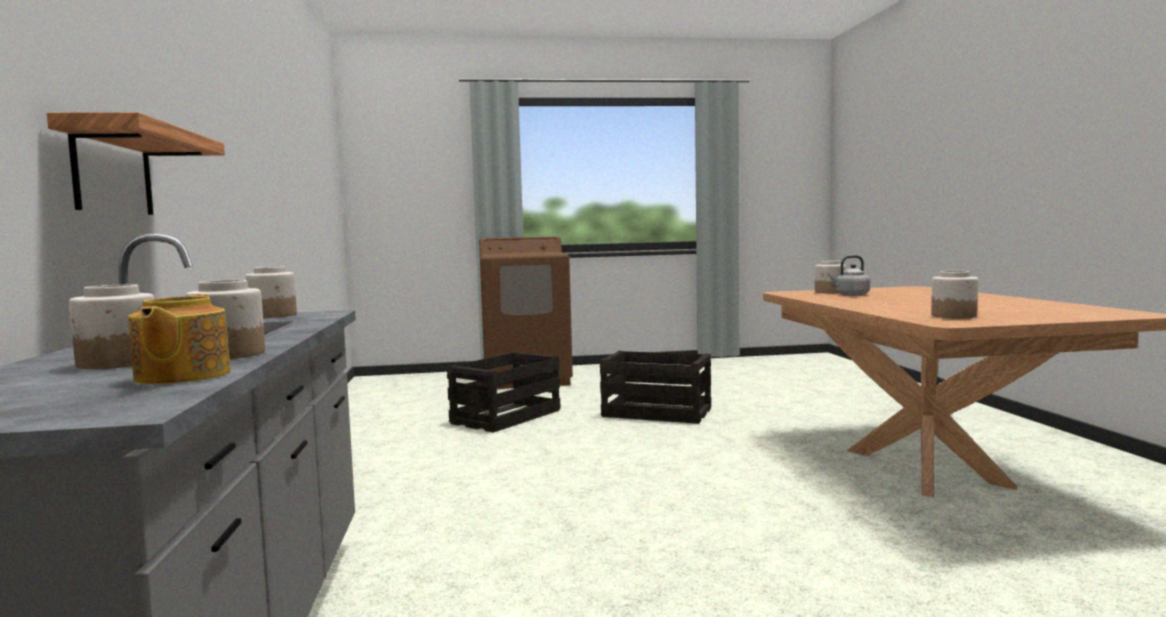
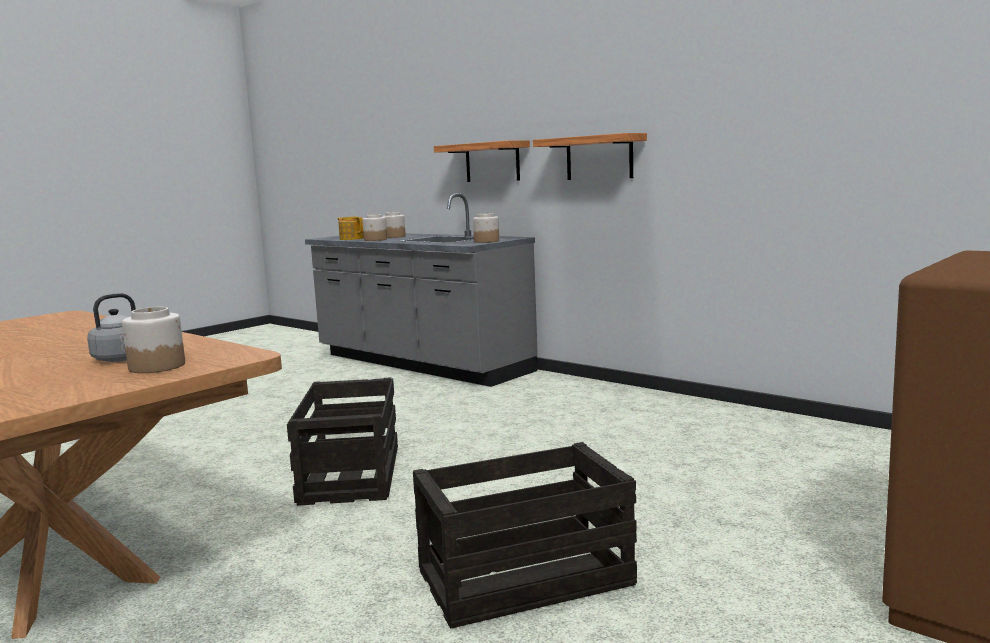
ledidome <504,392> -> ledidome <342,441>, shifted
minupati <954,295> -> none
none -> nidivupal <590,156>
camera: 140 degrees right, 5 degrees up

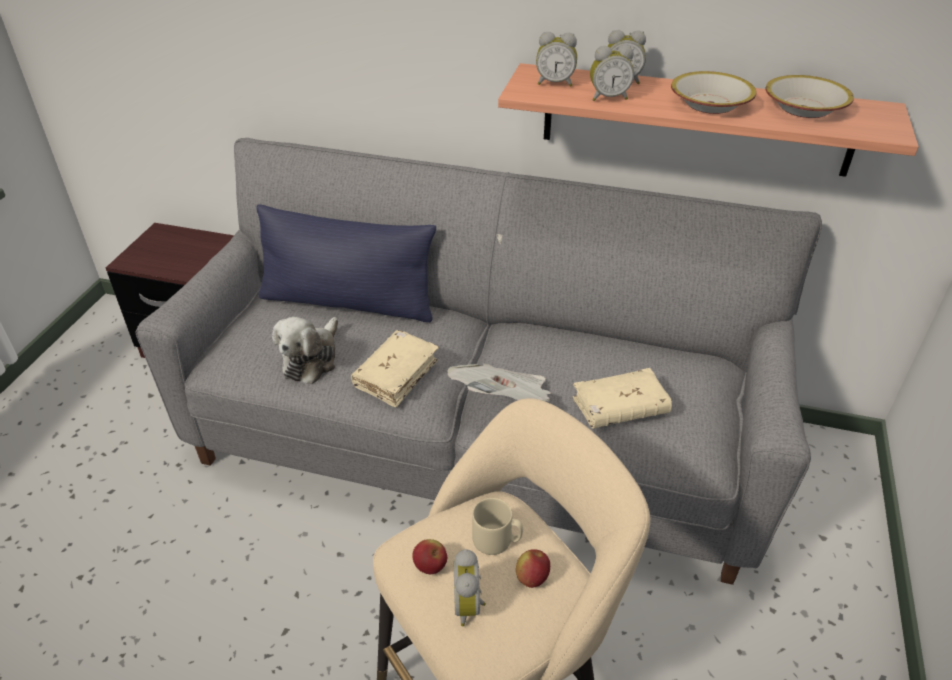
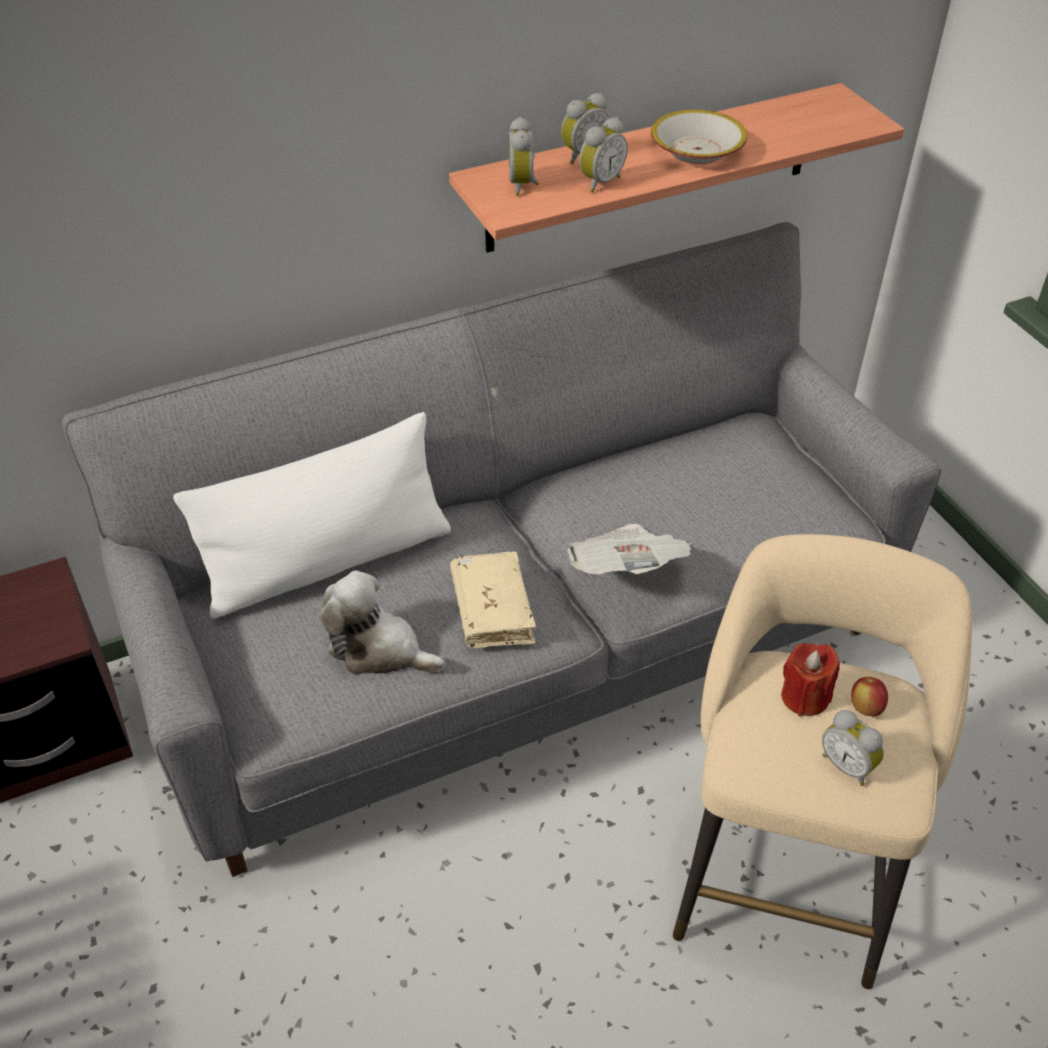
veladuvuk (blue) <346,263> -> veladuvuk (white) <312,515>
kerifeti <305,350> -> kerifeti <382,622>, 135 degrees clockwise
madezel <430,556> -> none
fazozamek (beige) <497,526> -> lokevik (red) <810,680>
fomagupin <556,59> -> fomagupin <524,156>, 120 degrees clockwise
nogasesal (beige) <622,398> -> none
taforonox <809,96> -> none
camera: 40 degrees left, 5 degrees up

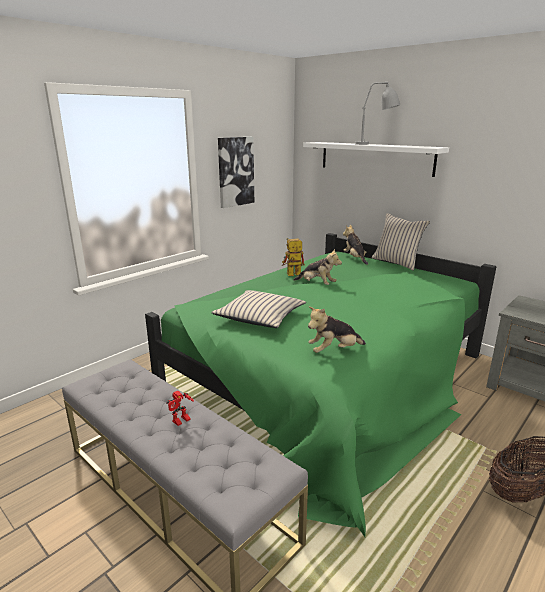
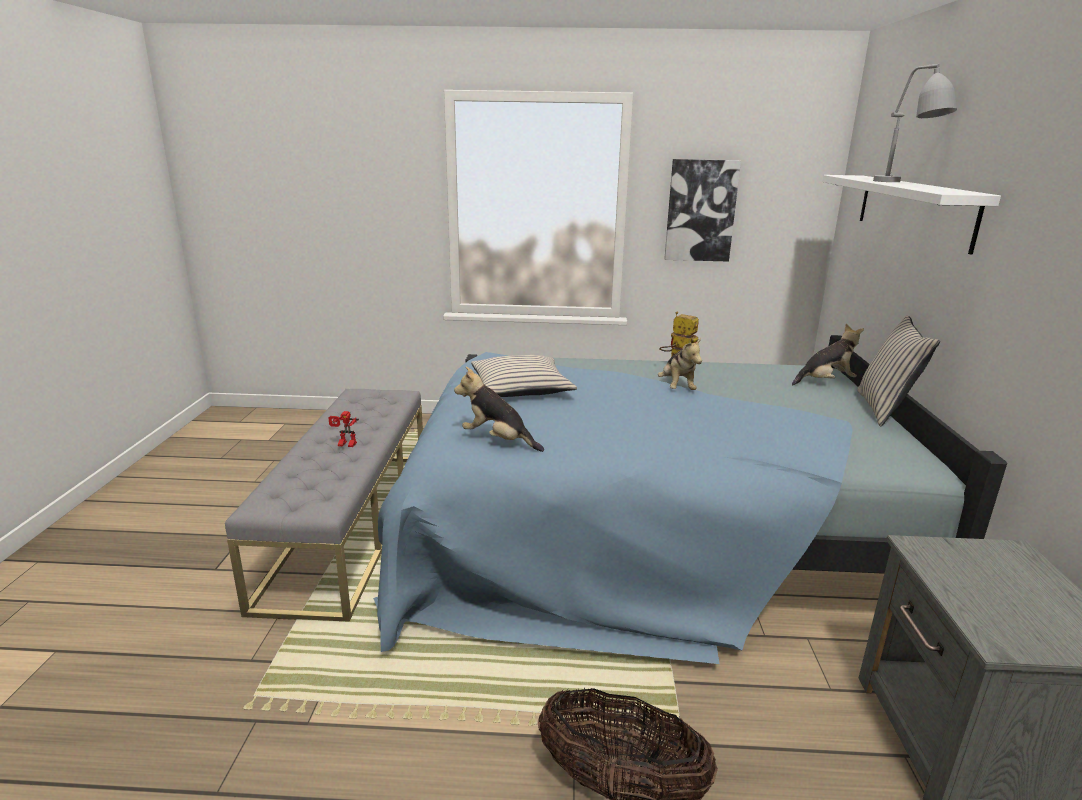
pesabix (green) <320,385> -> pesabix (blue) <690,499>
kerifeti <355,245> -> kerifeti <828,354>, 45 degrees clockwise
camera: 50 degrees right, 0 degrees up

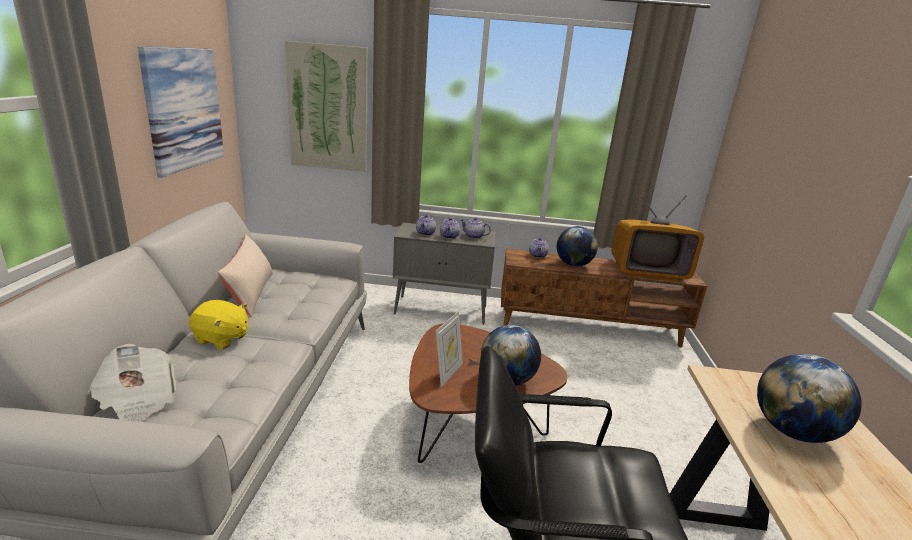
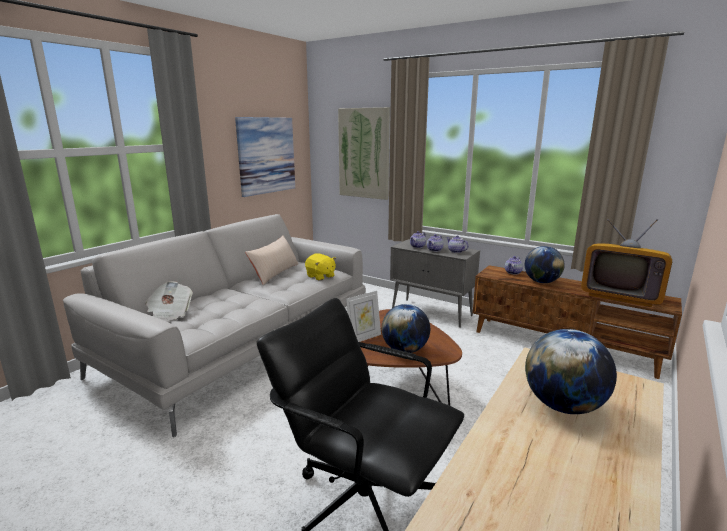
kerifeti (yellow) <218,324> -> kerifeti (yellow) <320,267>, shifted
camera: 30 degrees right, 5 degrees down

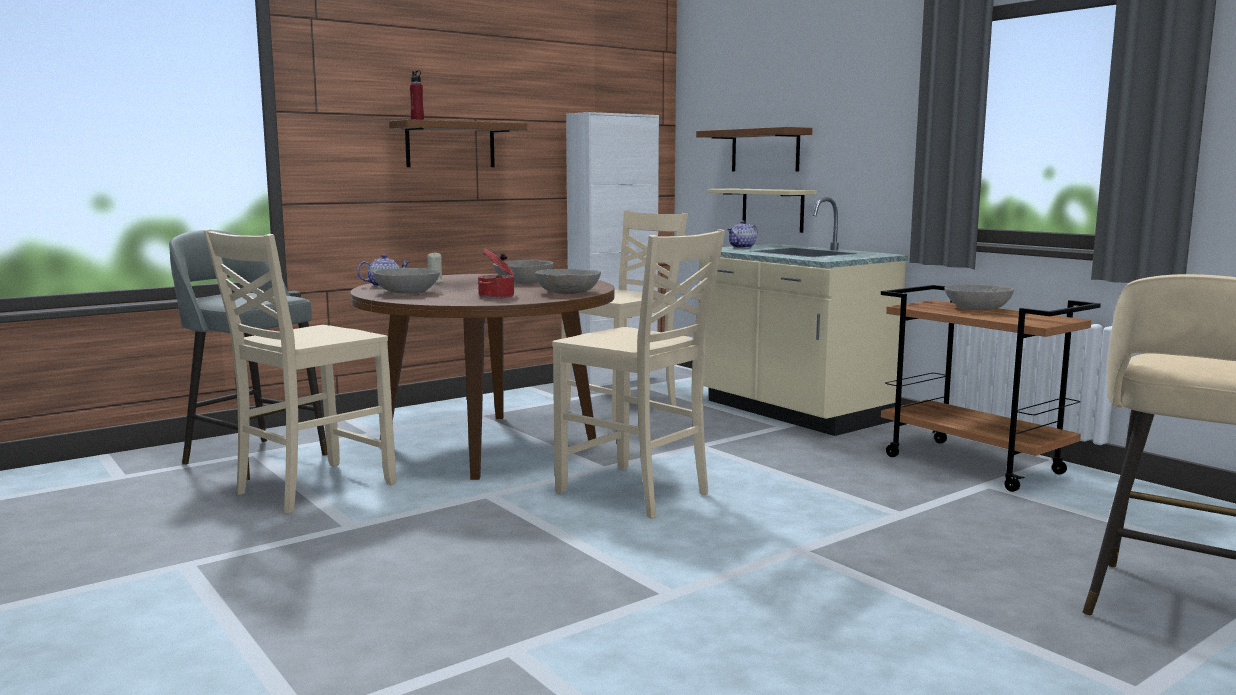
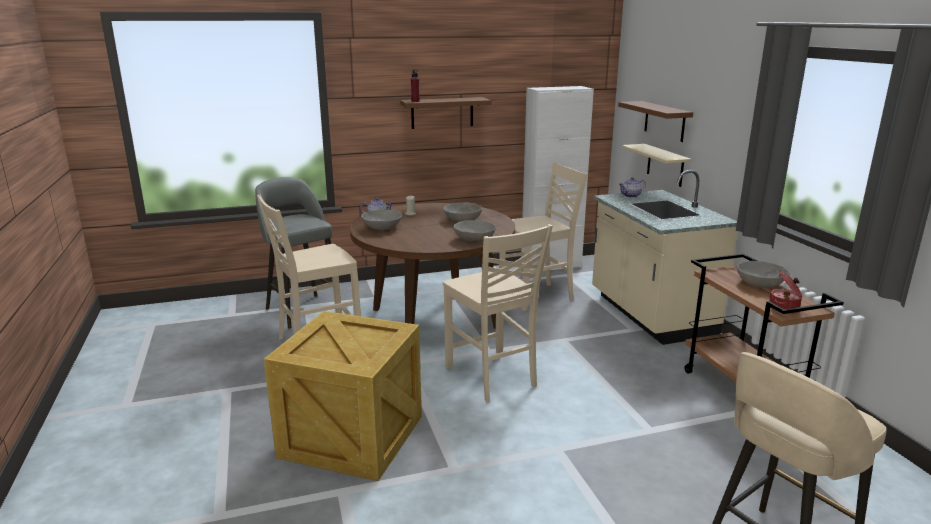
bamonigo <496,273> -> bamonigo <785,293>, shifted
none -> ledidome <343,396>
camera: 20 degrees right, 10 degrees up

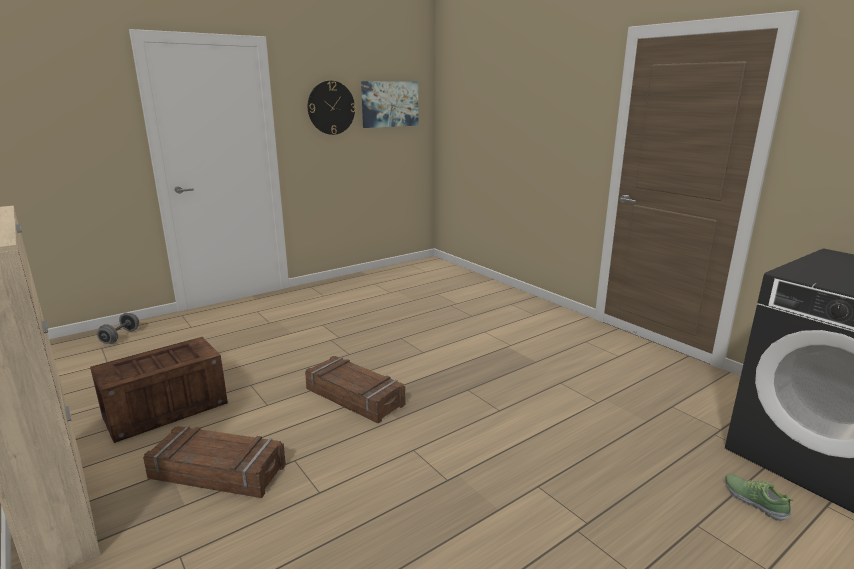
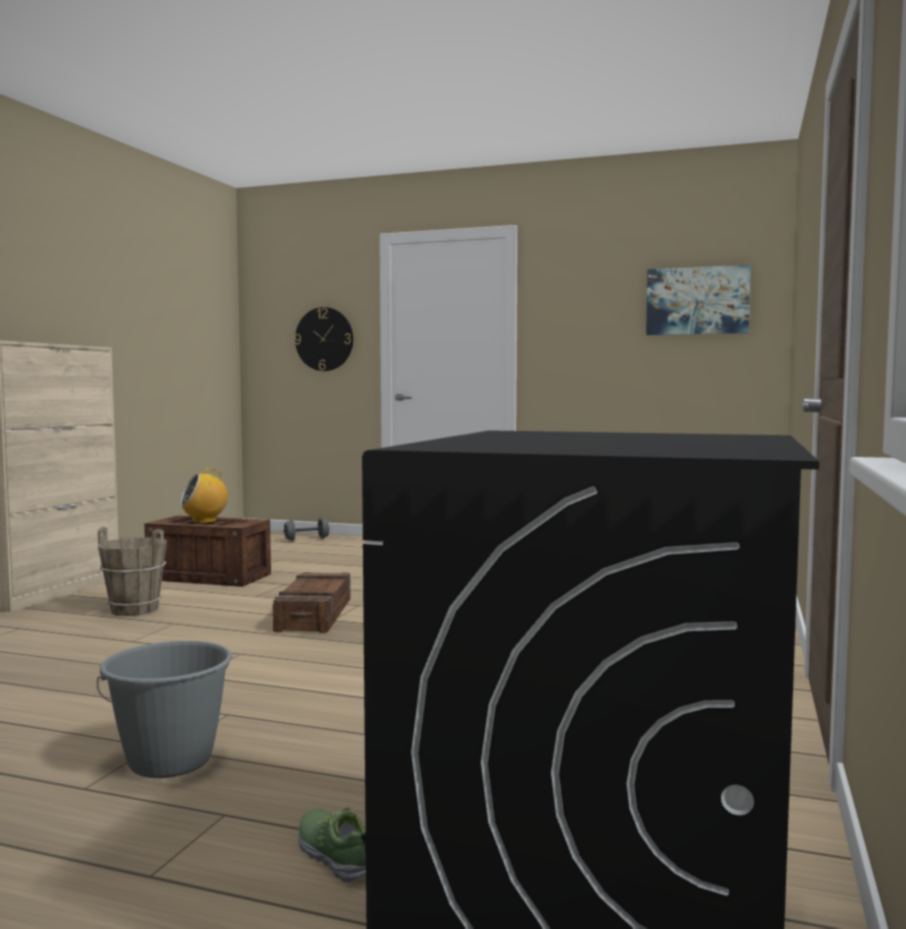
ledidome <214,462> -> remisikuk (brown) <132,571>
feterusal <332,108> -> feterusal <323,339>, shifted
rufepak <759,497> -> rufepak <332,845>, 60 degrees counterclockwise
none -> remisikuk (grey) <164,709>
none -> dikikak <204,495>
camera: 55 degrees right, 15 degrees down

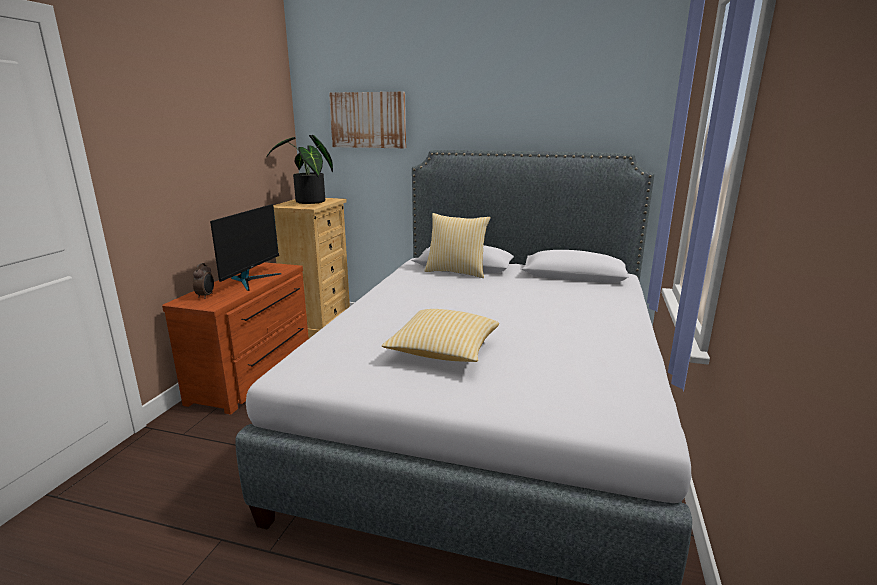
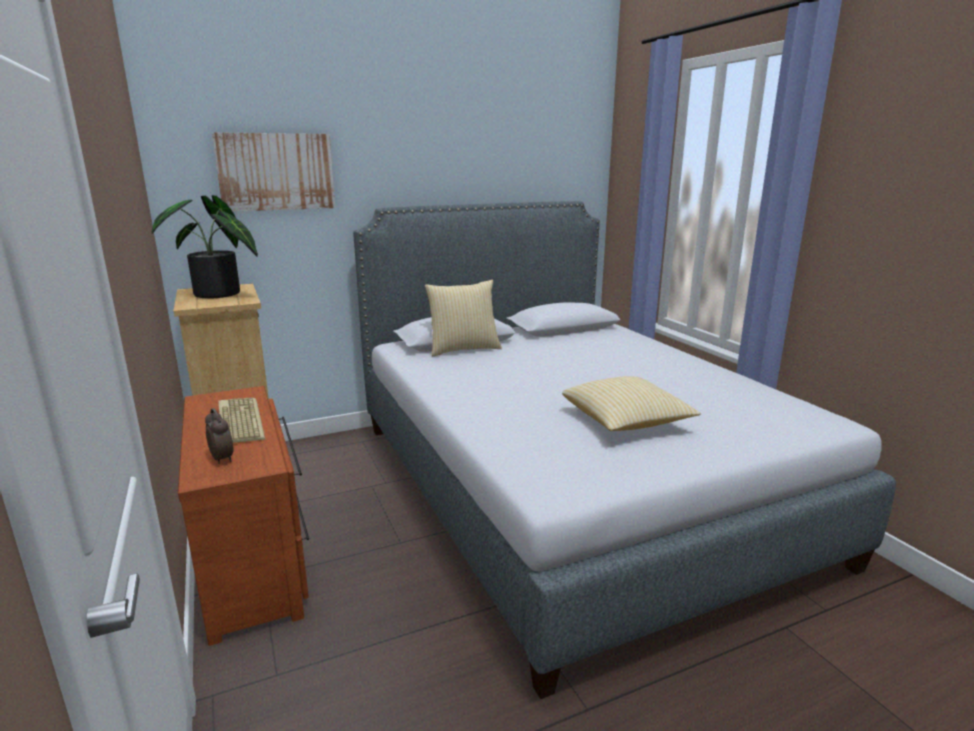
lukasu <245,247> -> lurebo <242,420>
camera: 40 degrees left, 0 degrees up

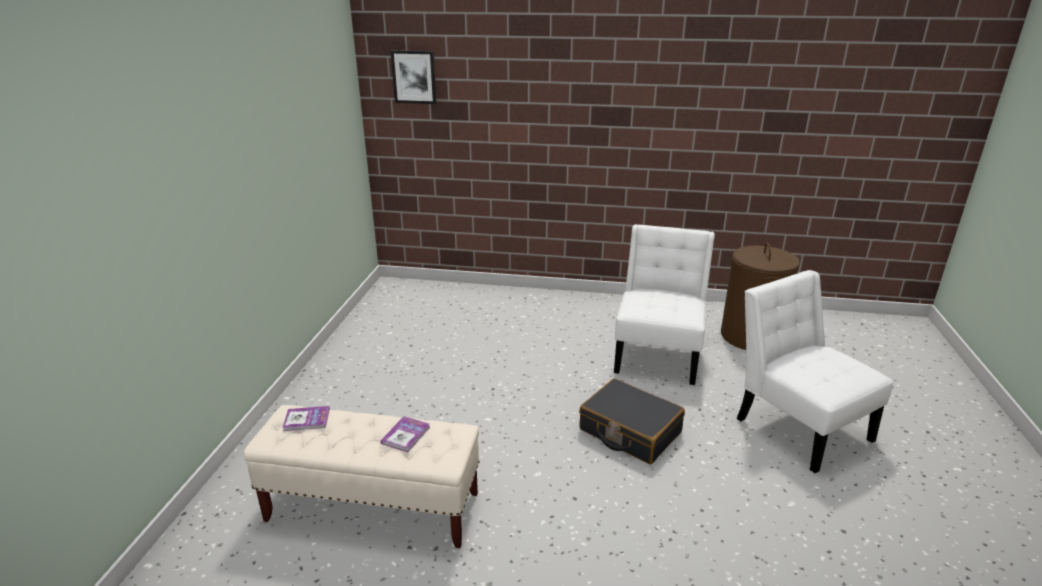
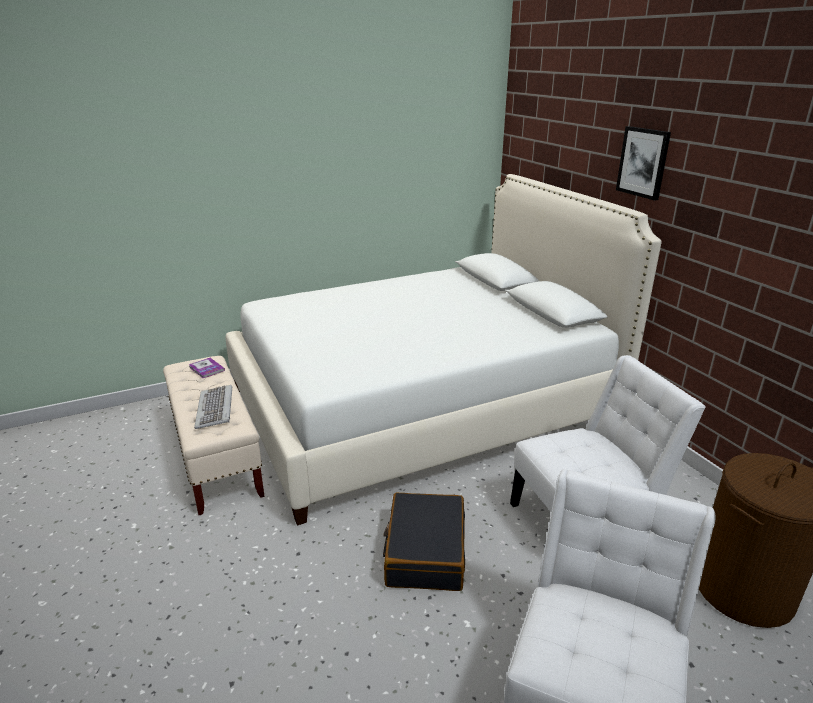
nogasesal <405,434> -> lurebo <213,407>
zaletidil <414,77> -> zaletidil <643,163>, shifted
none -> pesabix (white) <444,349>
camera: 55 degrees right, 0 degrees up

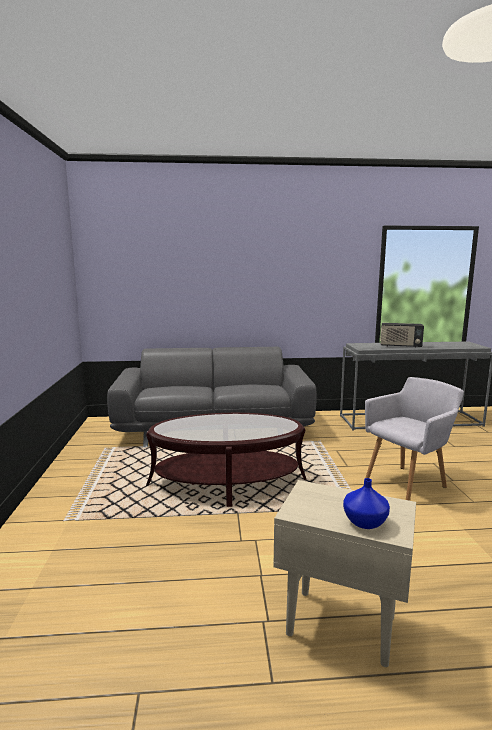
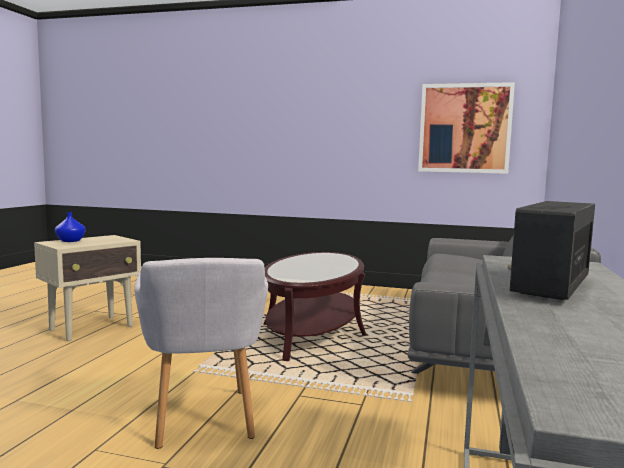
none -> zaletidil <466,128>
camera: 110 degrees right, 5 degrees down

